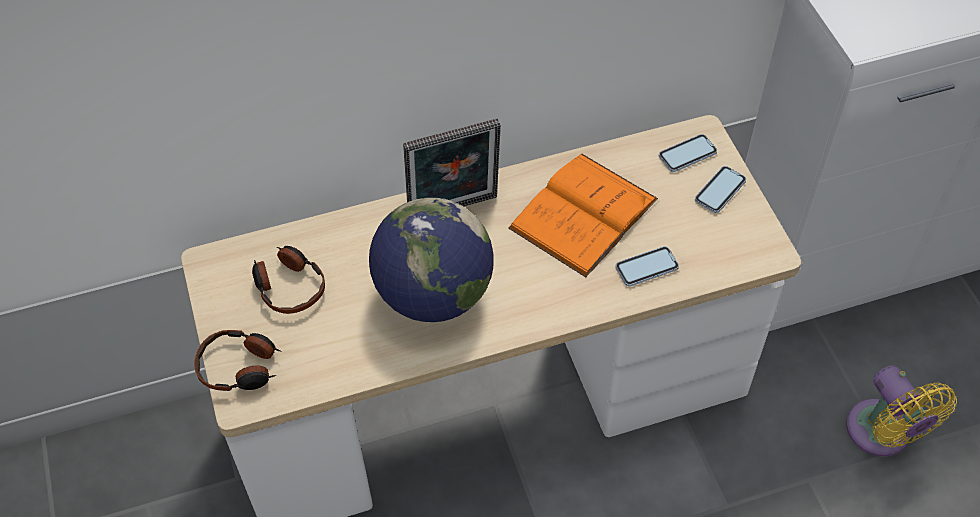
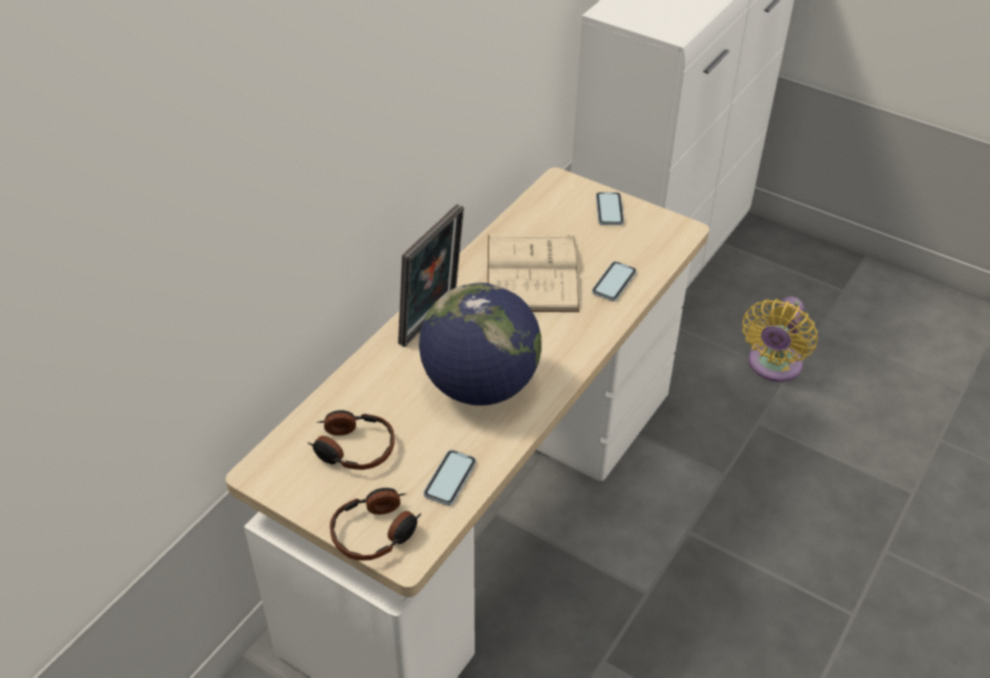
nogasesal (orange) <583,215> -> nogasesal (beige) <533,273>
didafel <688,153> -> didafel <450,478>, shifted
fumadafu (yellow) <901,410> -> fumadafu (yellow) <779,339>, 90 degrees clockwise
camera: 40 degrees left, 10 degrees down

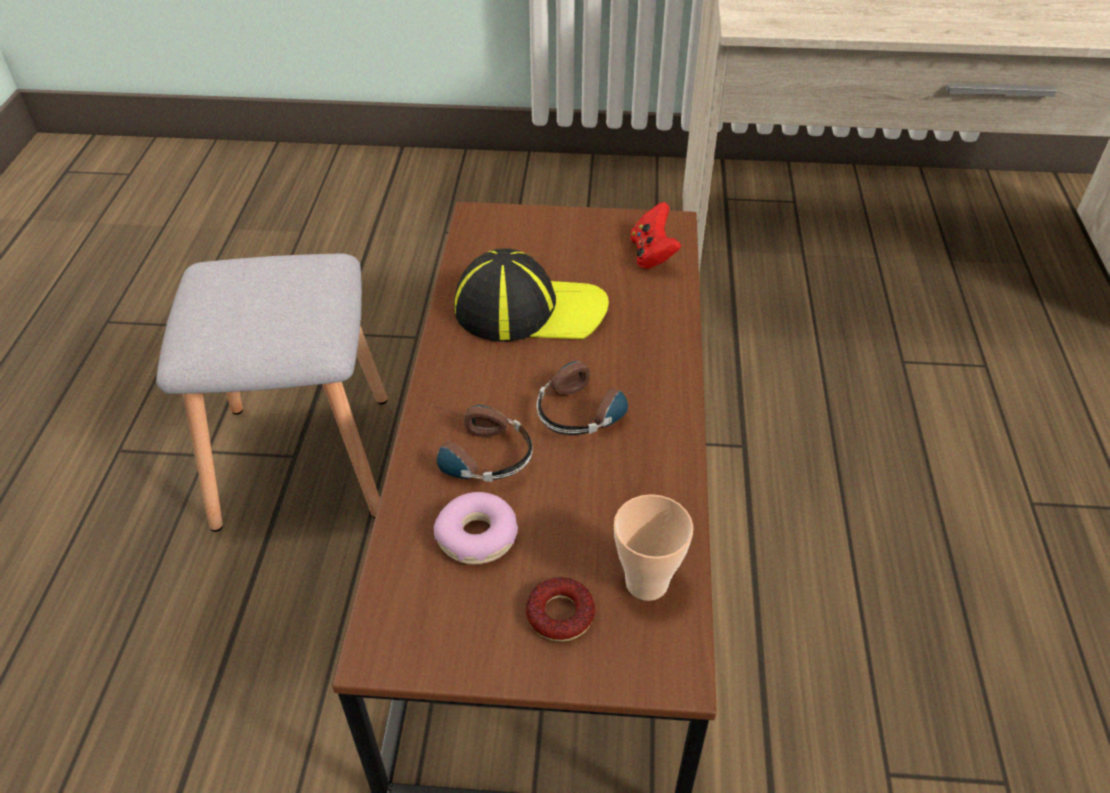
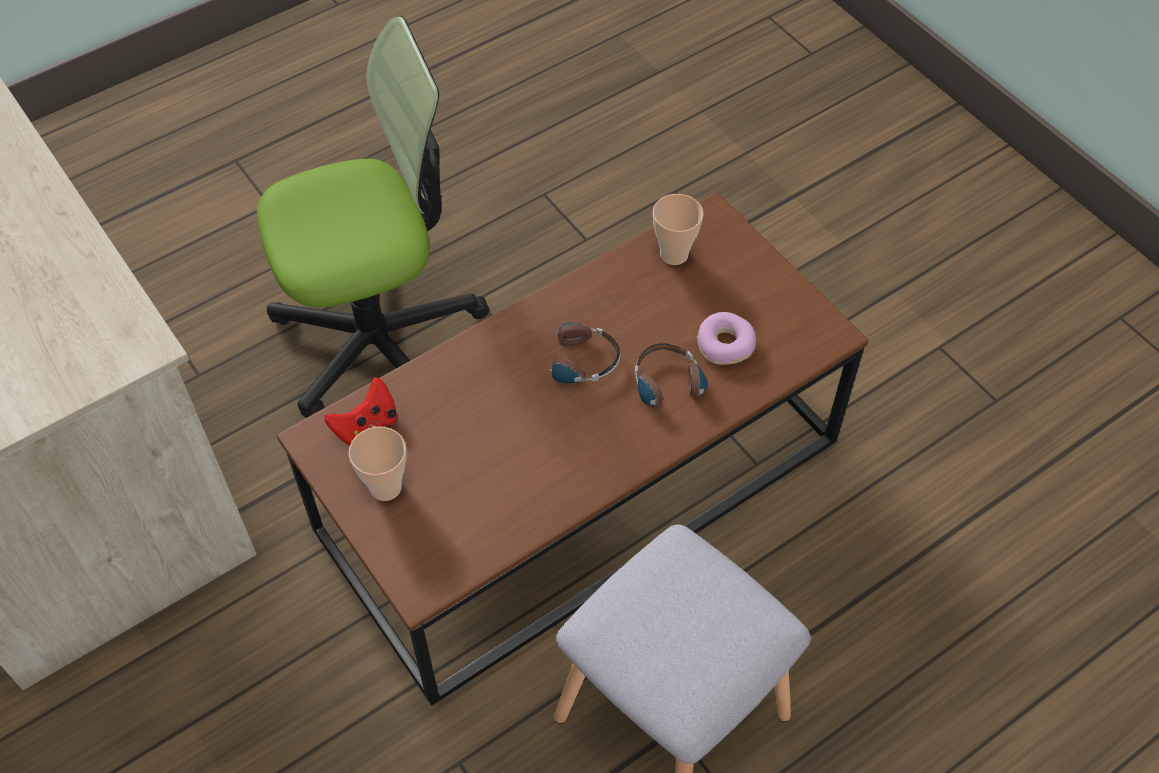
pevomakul <531,295> -> none
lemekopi <560,609> -> none
none -> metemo <373,217>
none -> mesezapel <377,464>
camera: 130 degrees left, 10 degrees up

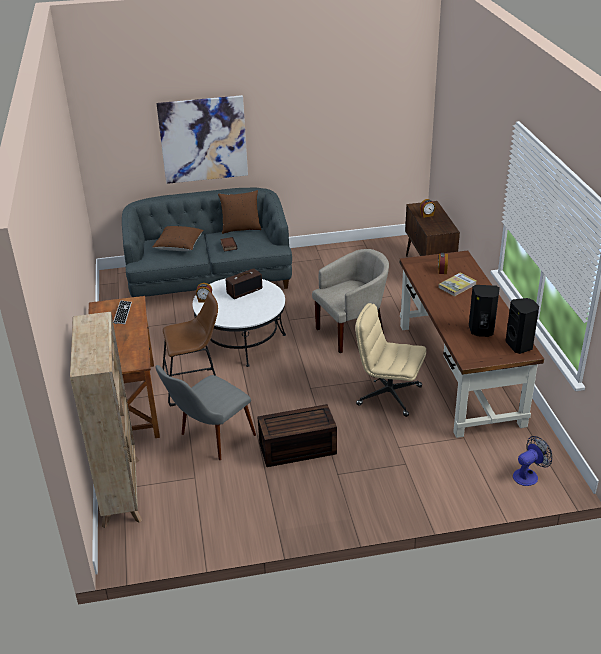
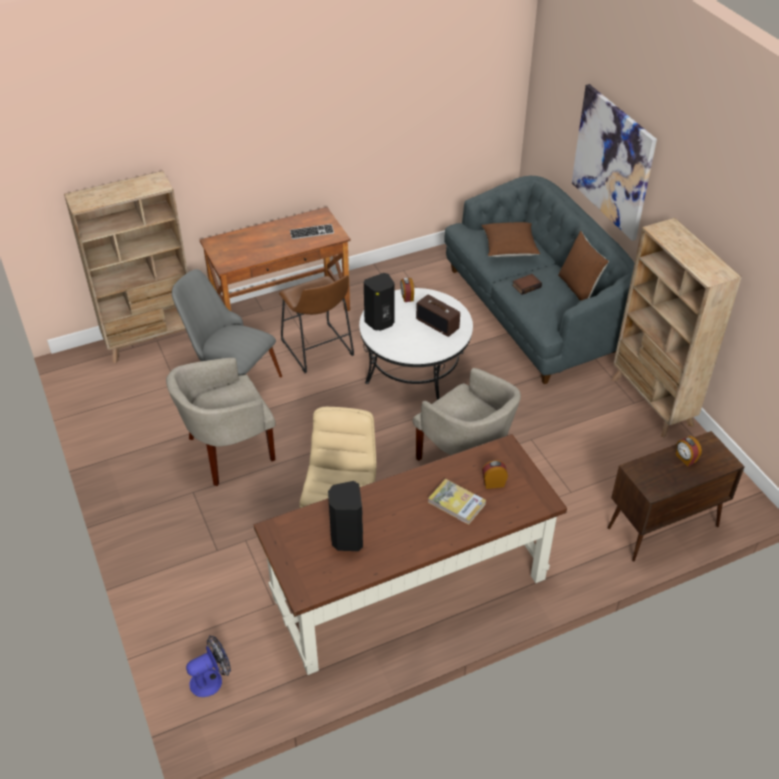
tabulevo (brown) <297,435> -> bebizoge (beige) <220,422>
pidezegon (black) <522,326> -> pidezegon (black) <379,301>, shifted
fumadafu <532,461> -> fumadafu <208,666>, 75 degrees counterclockwise
none -> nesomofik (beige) <676,328>
camera: 75 degrees right, 10 degrees up

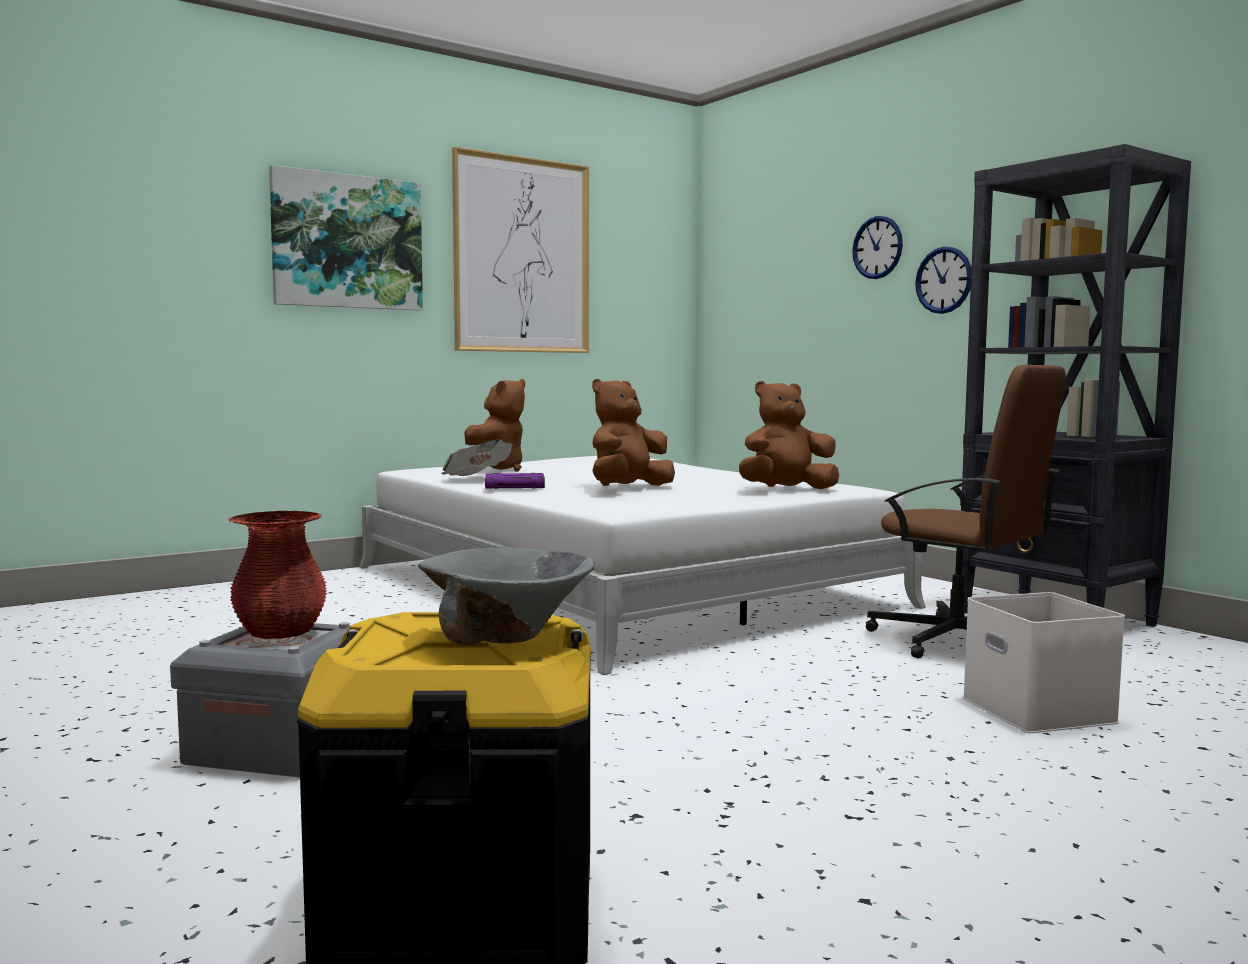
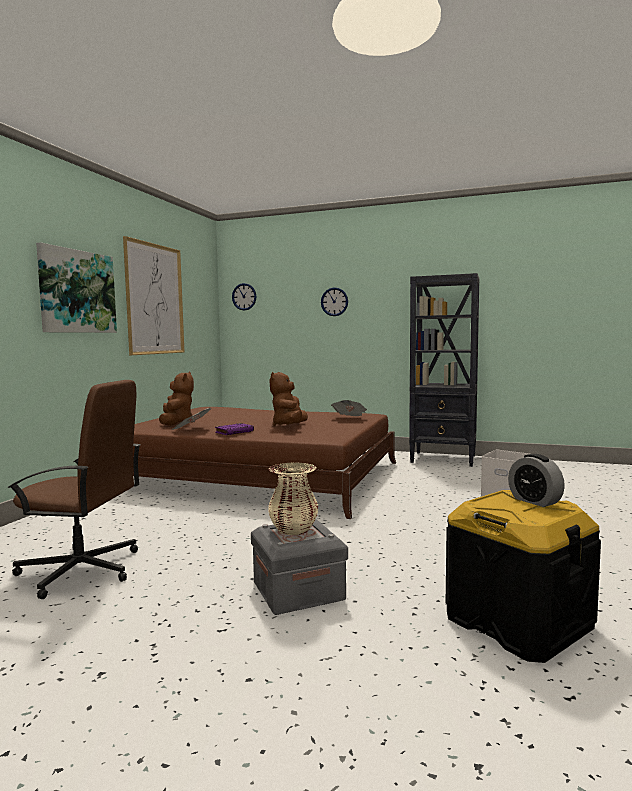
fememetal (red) <278,575> -> fememetal (beige) <293,499>
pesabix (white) <642,565> -> pesabix (brown) <264,463>
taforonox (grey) <506,596> -> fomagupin <536,480>
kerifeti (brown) <789,435> -> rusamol <349,408>
metemo (brown) <966,512> -> metemo (brown) <74,489>, shifted
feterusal <943,280> -> feterusal <244,297>, shifted
camera: 35 degrees left, 0 degrees up

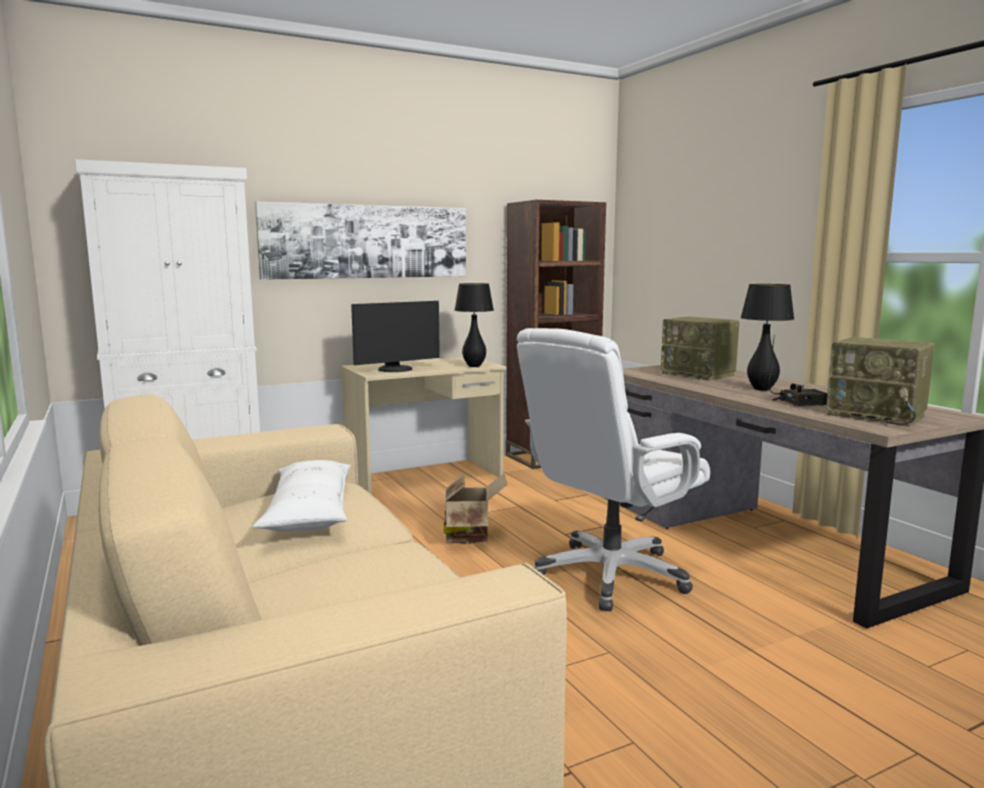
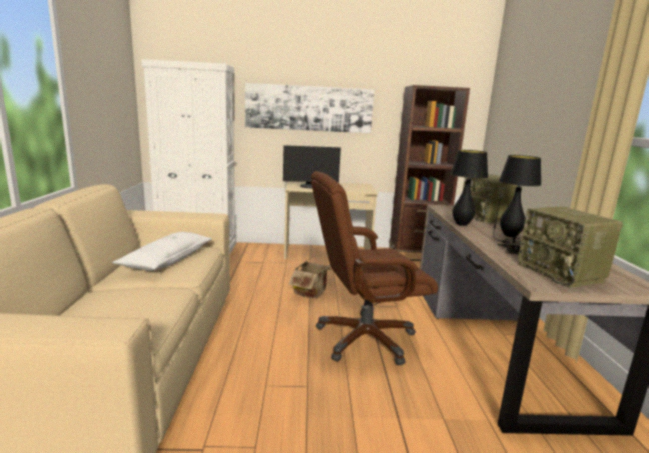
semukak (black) <474,325> -> semukak (black) <469,188>, shifted
metemo (white) <613,469> -> metemo (brown) <374,268>
camera: 25 degrees right, 5 degrees up

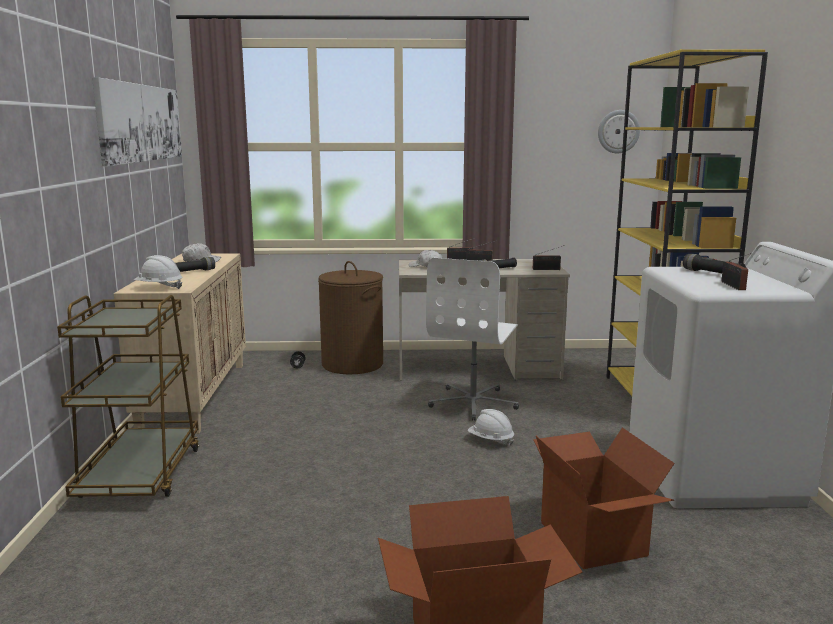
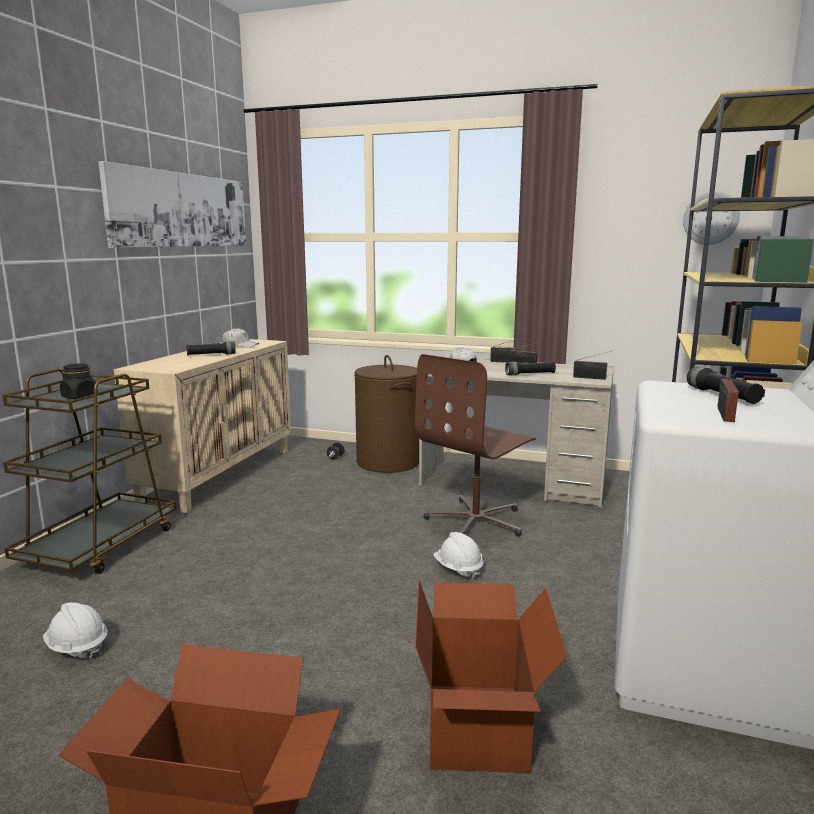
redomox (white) <158,272> -> redomox (white) <75,630>, shifted
metemo (white) <472,339> -> metemo (brown) <475,445>
none -> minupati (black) <79,381>
camera: 20 degrees right, 0 degrees up

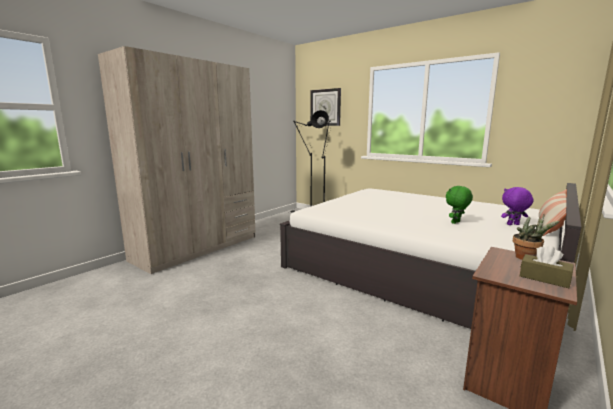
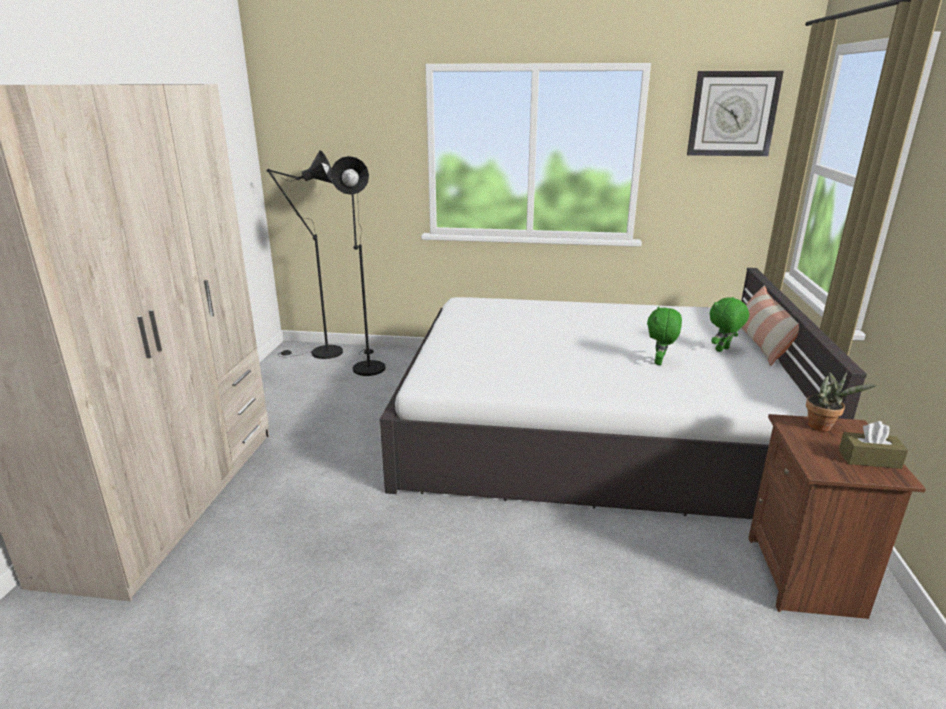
feterusal <325,107> -> feterusal <735,113>, shifted
kerifeti (purple) <517,206> -> kerifeti (green) <729,324>
camera: 30 degrees left, 10 degrees up

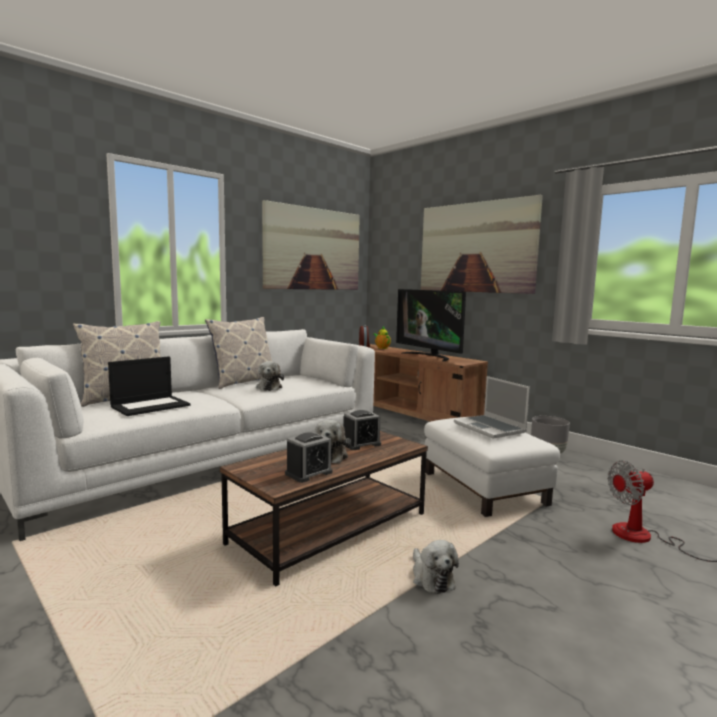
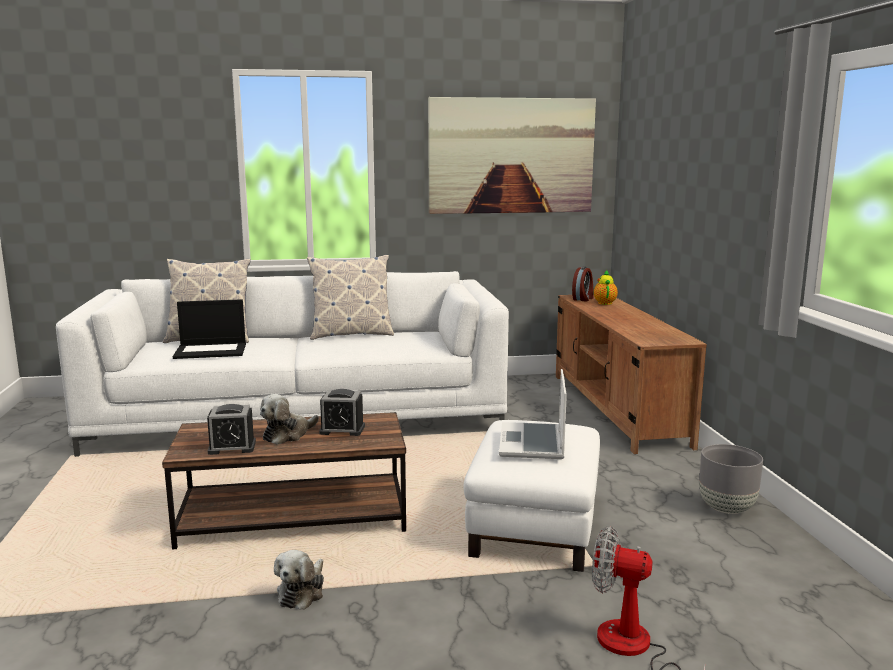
kerifeti <270,376> -> none
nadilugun <431,325> -> none
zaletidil <482,244> -> none
camera: 35 degrees right, 5 degrees up

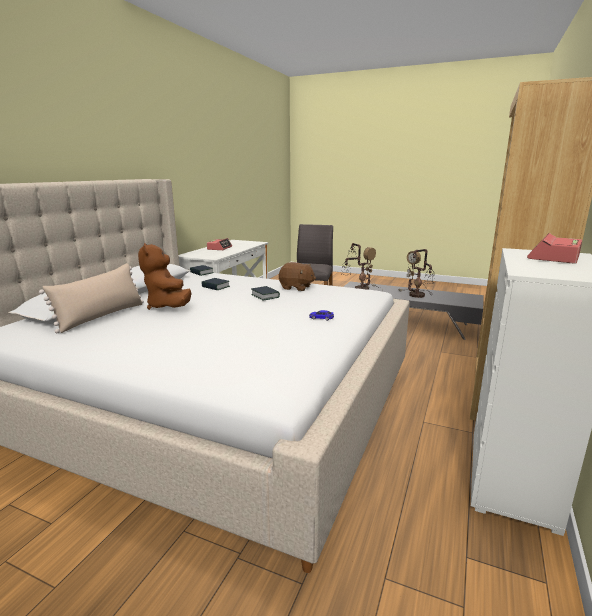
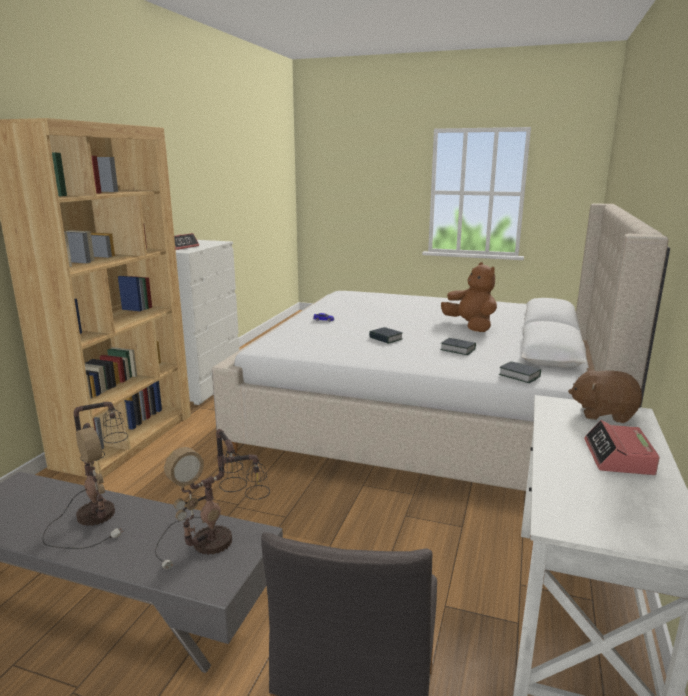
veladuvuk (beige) <91,298> -> none
kerifeti (brown) <297,276> -> kerifeti (brown) <605,395>, shifted
camera: 175 degrees right, 0 degrees up

